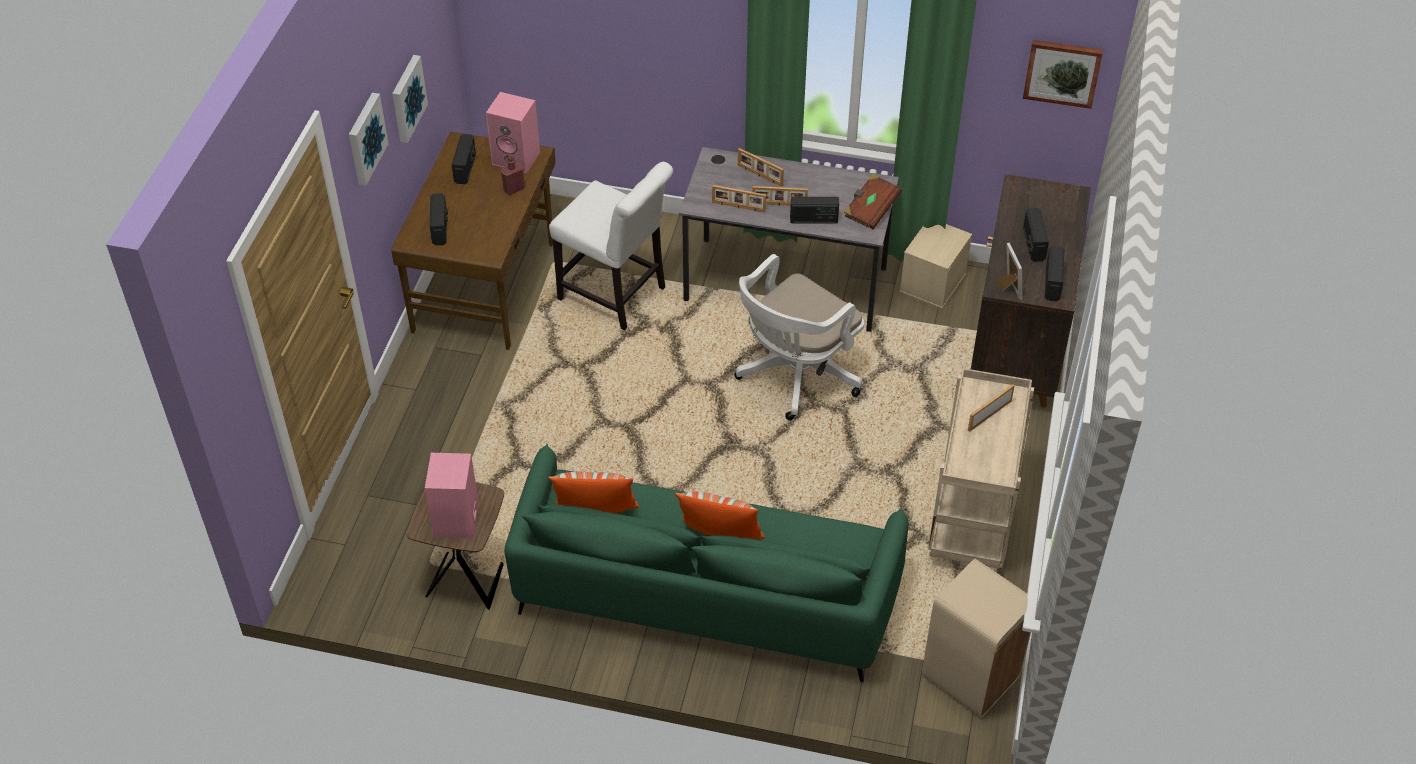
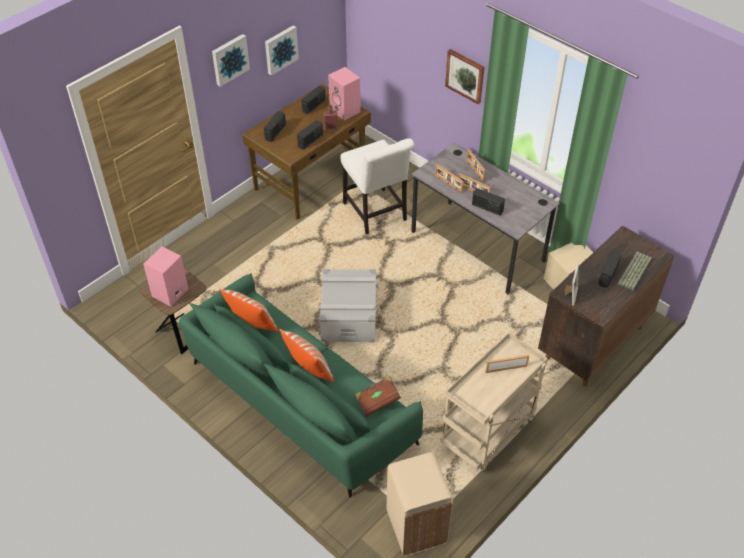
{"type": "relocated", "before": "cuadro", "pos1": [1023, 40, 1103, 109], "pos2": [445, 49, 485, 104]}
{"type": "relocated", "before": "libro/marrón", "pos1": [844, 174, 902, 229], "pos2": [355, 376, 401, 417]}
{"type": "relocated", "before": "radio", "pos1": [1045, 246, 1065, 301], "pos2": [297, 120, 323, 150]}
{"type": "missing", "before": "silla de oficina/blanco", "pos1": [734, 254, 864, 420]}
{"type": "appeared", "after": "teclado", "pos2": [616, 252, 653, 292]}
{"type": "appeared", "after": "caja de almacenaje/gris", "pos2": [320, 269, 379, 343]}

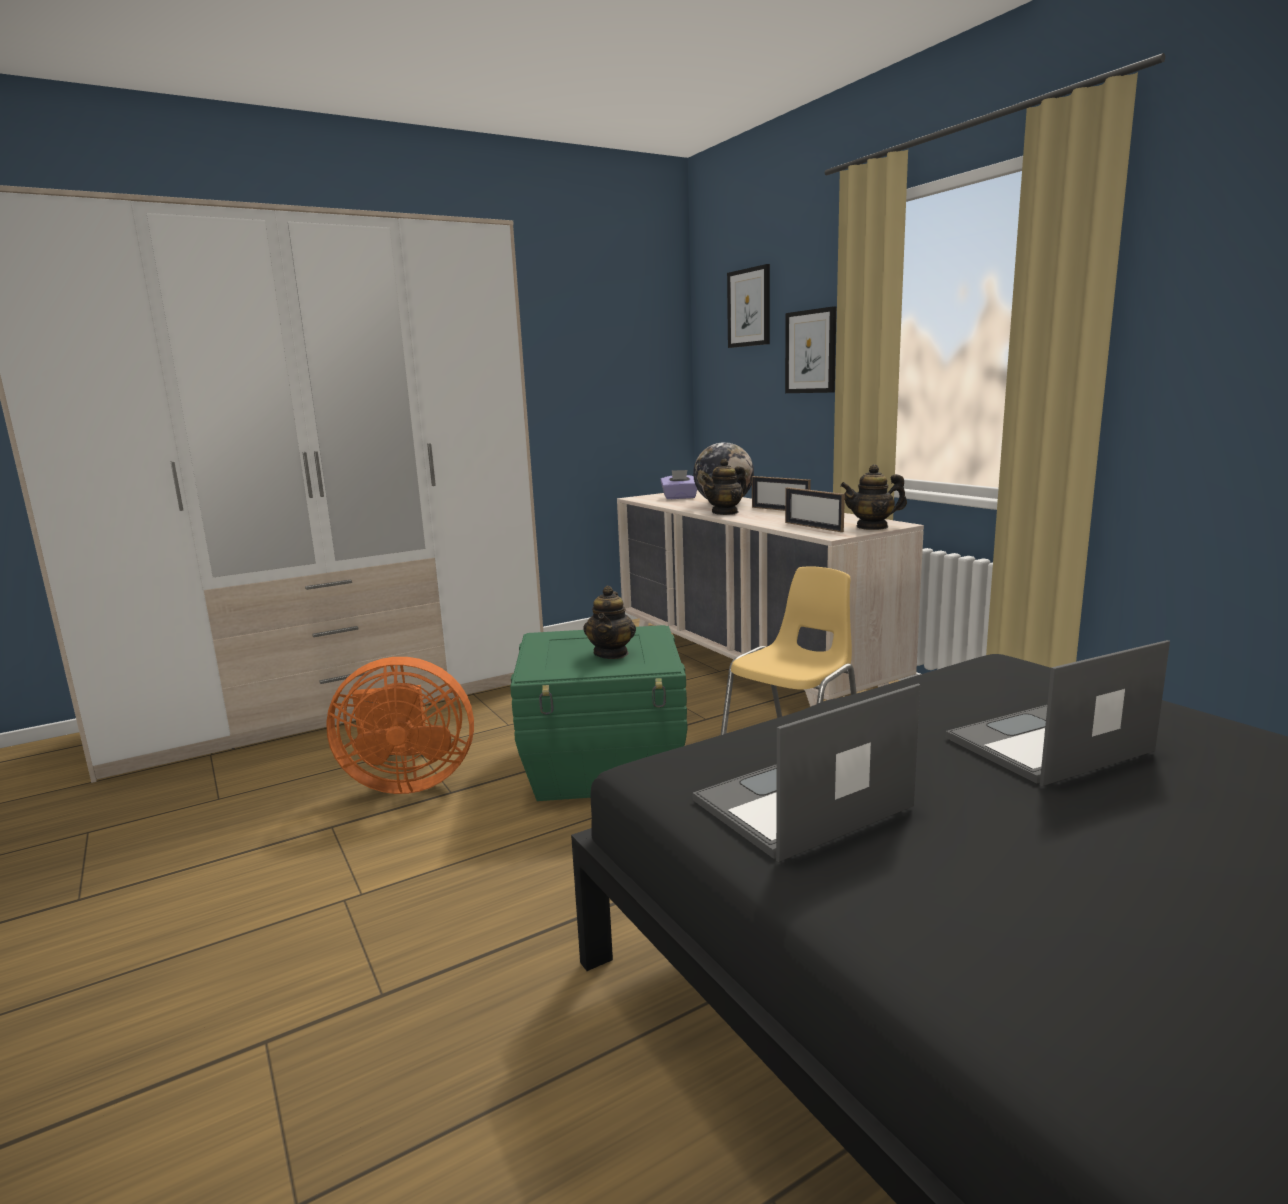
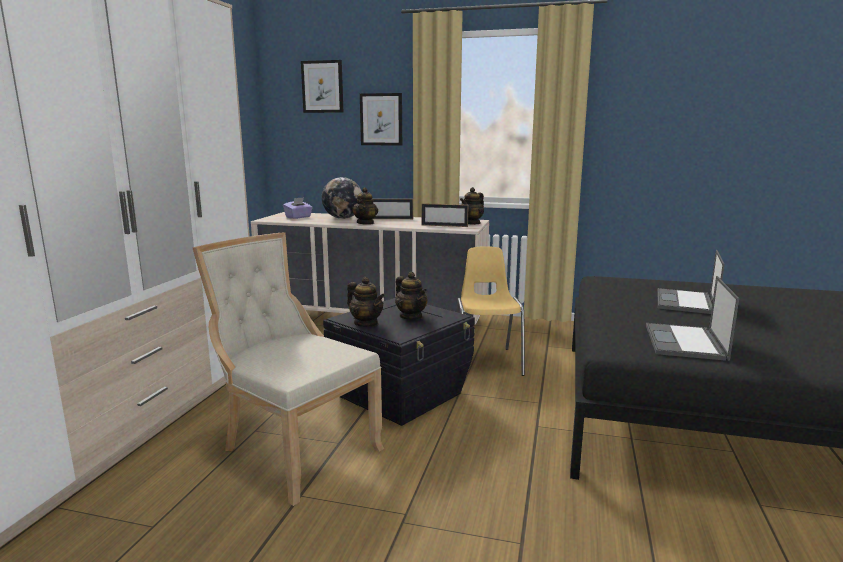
{"type": "colour", "before": "caja de almacenaje/verde", "after": "caja de almacenaje/negro", "pos1": [510, 625, 687, 801], "pos2": [323, 298, 475, 426]}
{"type": "exchanged", "before": "ventilador/naranja", "after": "silla/beis", "pos1": [326, 657, 474, 794], "pos2": [193, 233, 384, 506]}
{"type": "appeared", "after": "tetera", "pos2": [347, 277, 385, 327]}

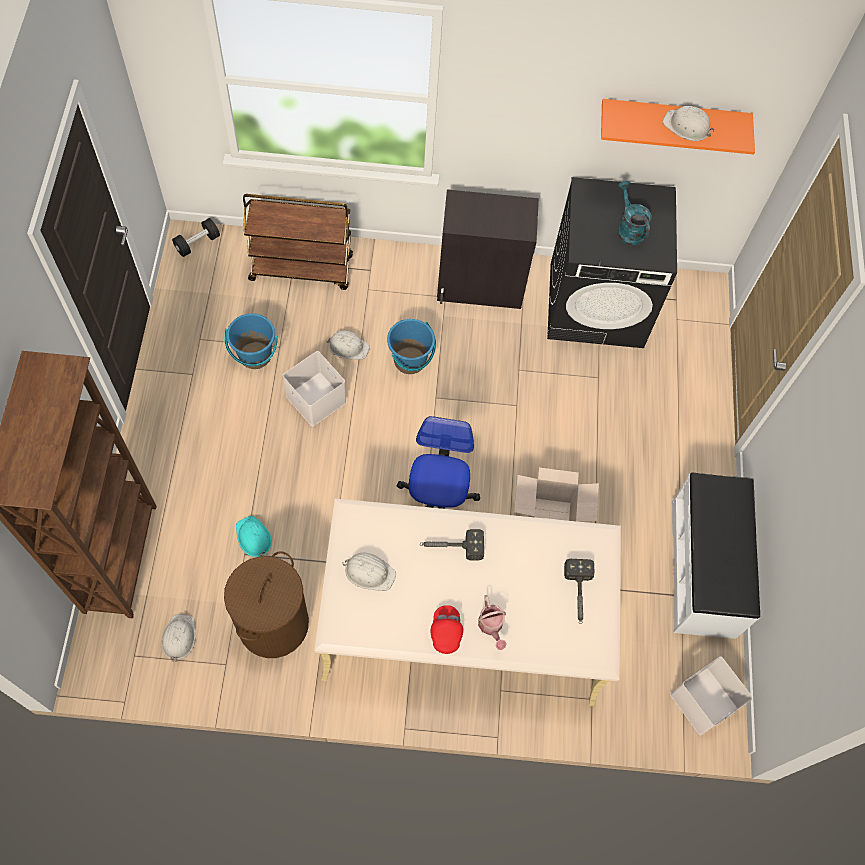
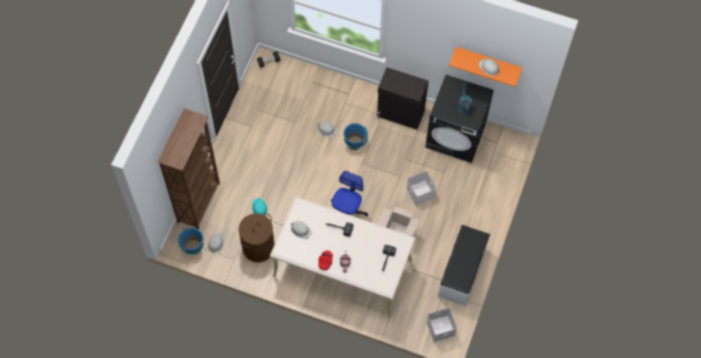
{"type": "missing", "before": "carrito/marrón", "pos1": [243, 194, 353, 290]}
{"type": "relocated", "before": "cubo/azul", "pos1": [225, 313, 278, 369], "pos2": [178, 228, 204, 255]}
{"type": "relocated", "before": "caja de almacenaje/blanco", "pos1": [283, 351, 346, 426], "pos2": [406, 171, 436, 206]}

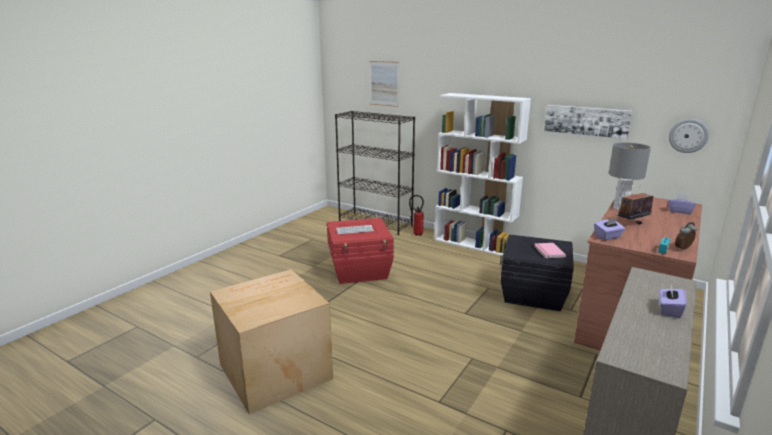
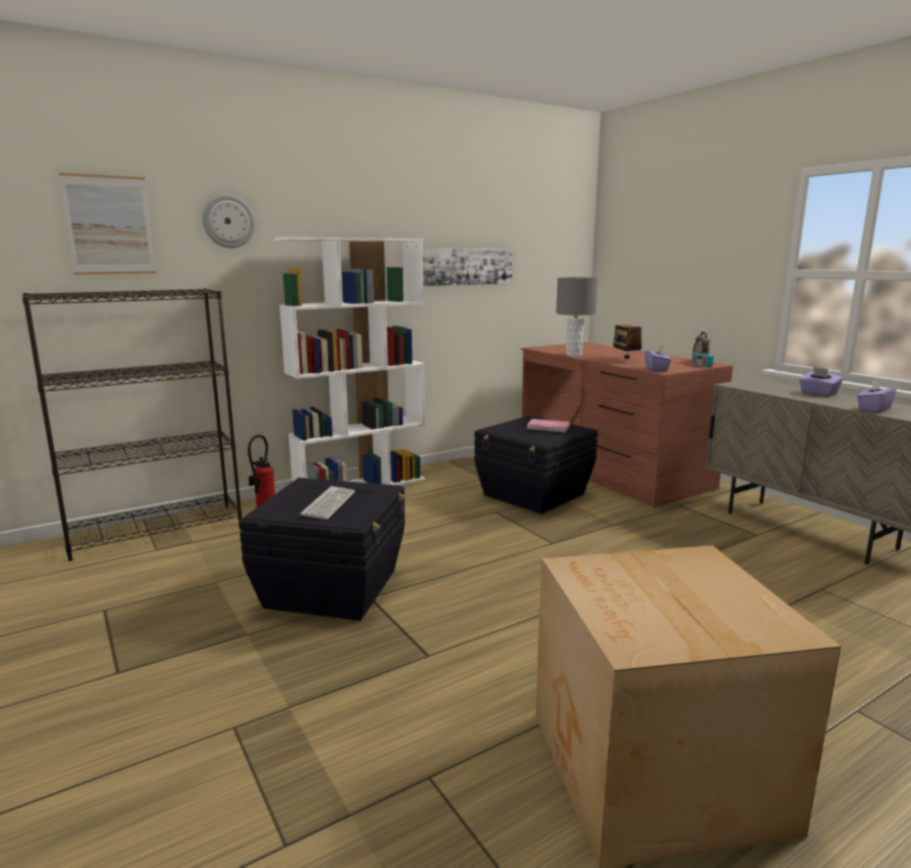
{"type": "relocated", "before": "reloj de pared", "pos1": [669, 119, 709, 153], "pos2": [202, 194, 255, 248]}
{"type": "relocated", "before": "caja de pañuelos/morado", "pos1": [668, 193, 696, 214], "pos2": [857, 379, 896, 413]}
{"type": "colour", "before": "caja de almacenaje/rojo", "after": "caja de almacenaje/negro", "pos1": [327, 218, 394, 284], "pos2": [239, 478, 405, 621]}

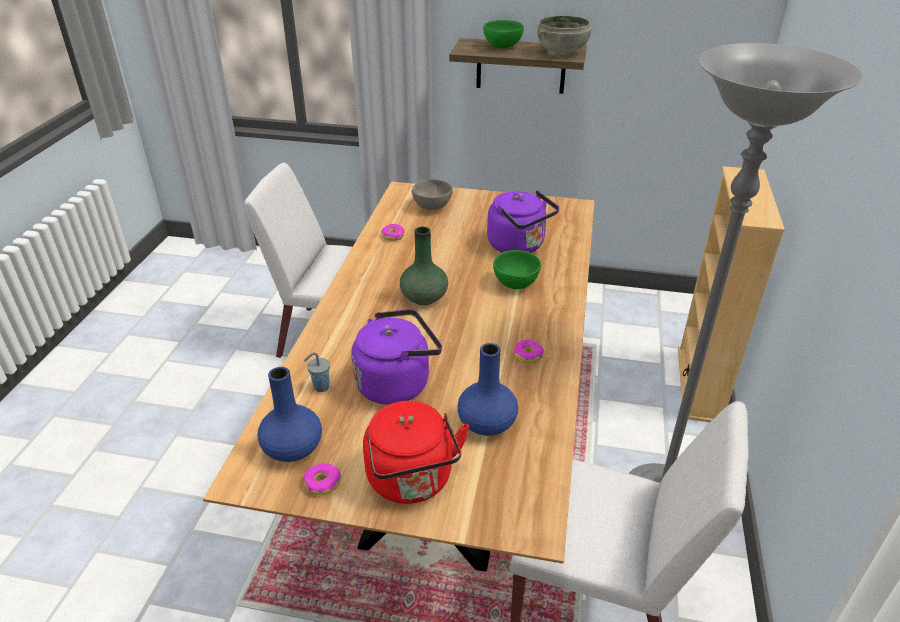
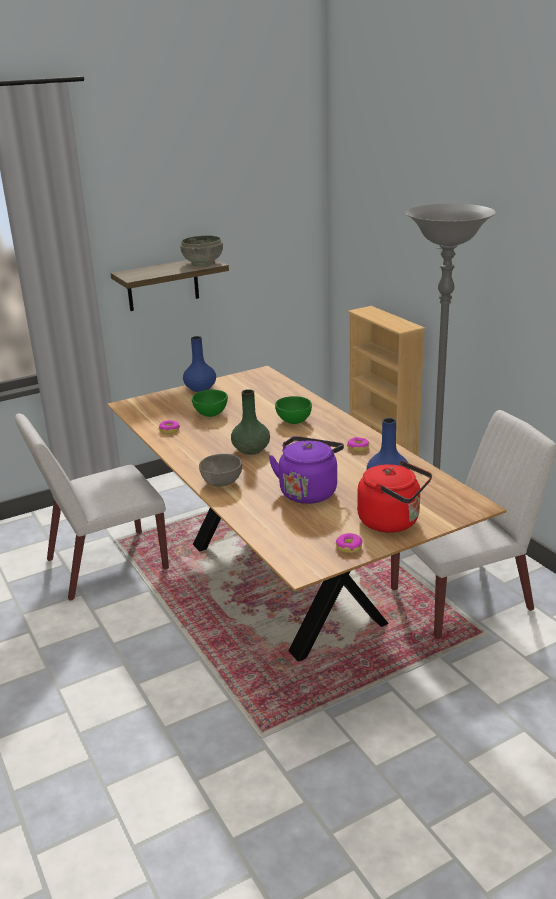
{"type": "relocated", "before": "cuenco/verde", "pos1": [483, 20, 524, 49], "pos2": [192, 390, 228, 417]}
{"type": "relocated", "before": "cuenco/gris", "pos1": [412, 179, 453, 210], "pos2": [199, 454, 242, 486]}
{"type": "missing", "before": "hervidor/morado", "pos1": [487, 190, 559, 253]}
{"type": "missing", "before": "taza/gris", "pos1": [304, 352, 330, 392]}
{"type": "relocated", "before": "florero/azul", "pos1": [258, 367, 322, 462], "pos2": [183, 336, 216, 392]}

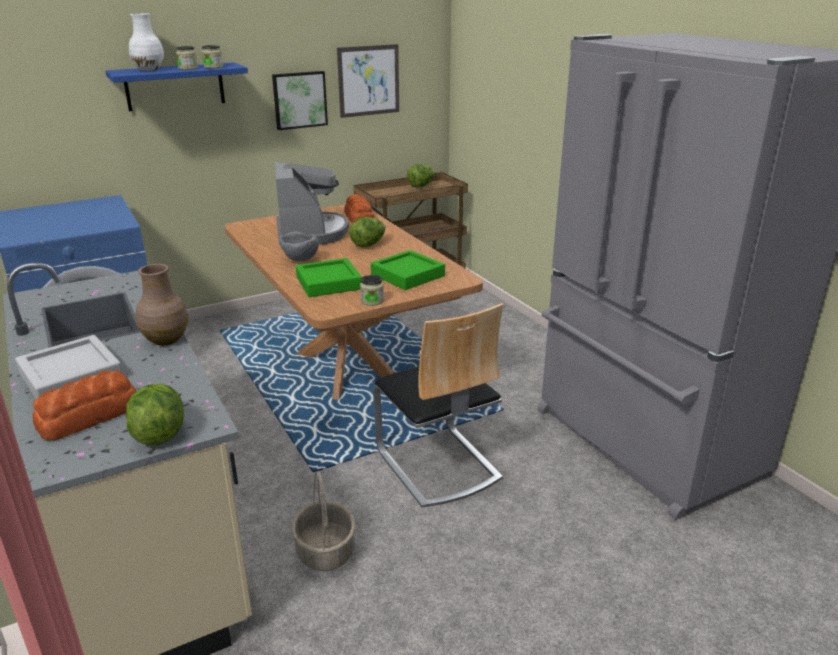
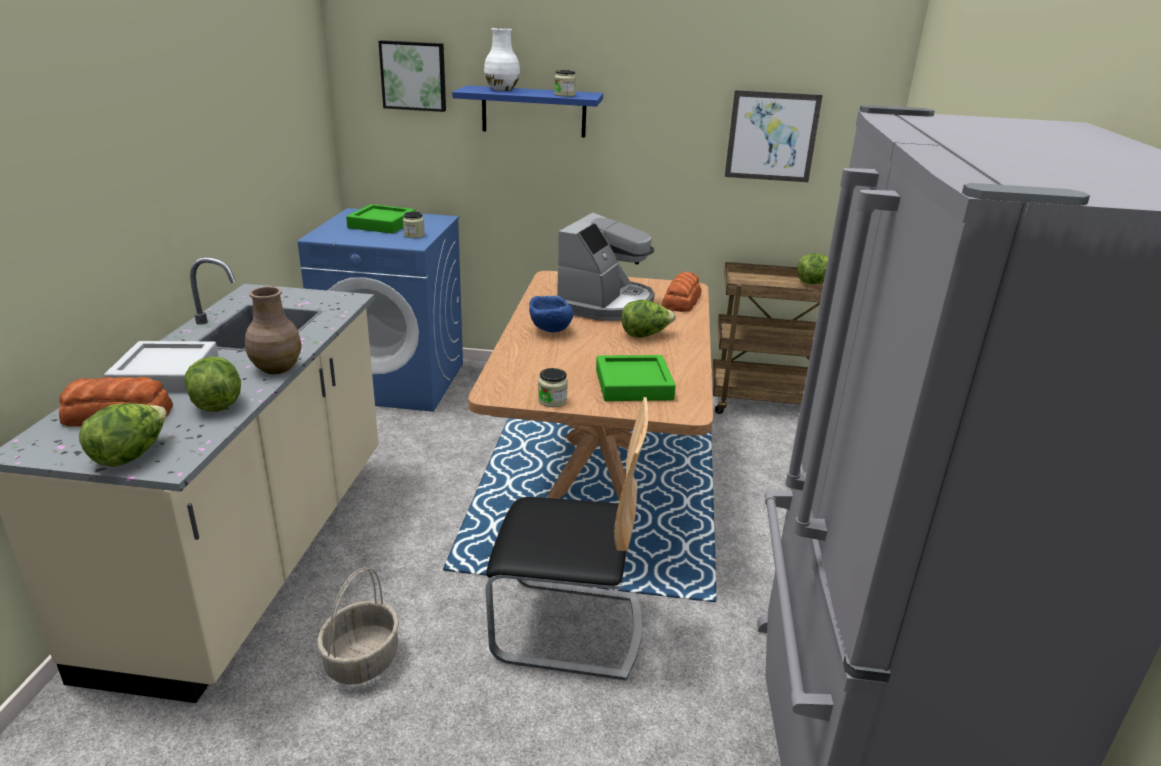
{"type": "relocated", "before": "tarro", "pos1": [176, 46, 198, 70], "pos2": [403, 211, 425, 238]}
{"type": "relocated", "before": "cuadro", "pos1": [272, 71, 328, 130], "pos2": [379, 40, 446, 112]}
{"type": "colour", "before": "cuenco/gris", "after": "cuenco/azul", "pos1": [279, 231, 319, 261], "pos2": [529, 296, 573, 332]}
{"type": "relocated", "before": "bandeja/verde", "pos1": [296, 258, 362, 297], "pos2": [346, 204, 415, 234]}
{"type": "spun", "before": "silla", "pos1": [373, 303, 503, 508], "pos2": [485, 397, 648, 680], "turn": -90}
{"type": "appeared", "after": "lechuga", "pos2": [185, 357, 241, 412]}

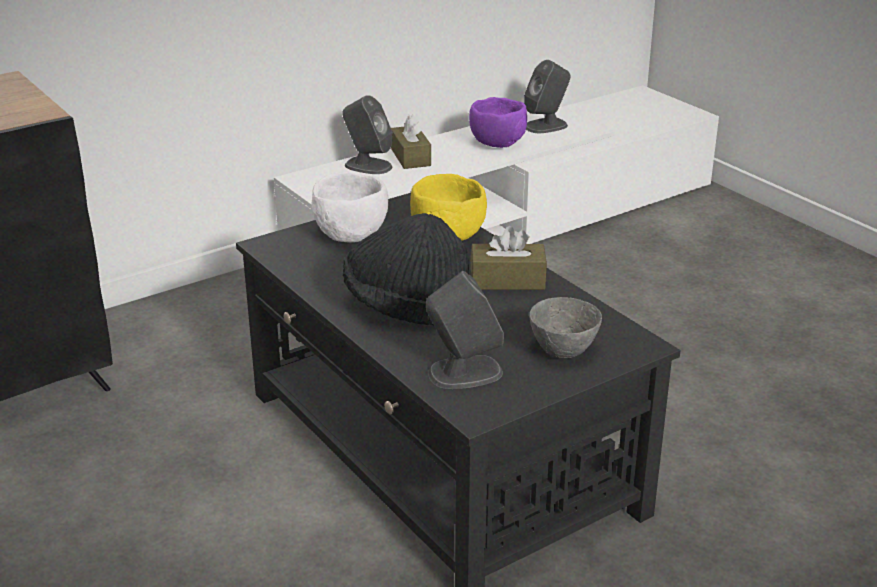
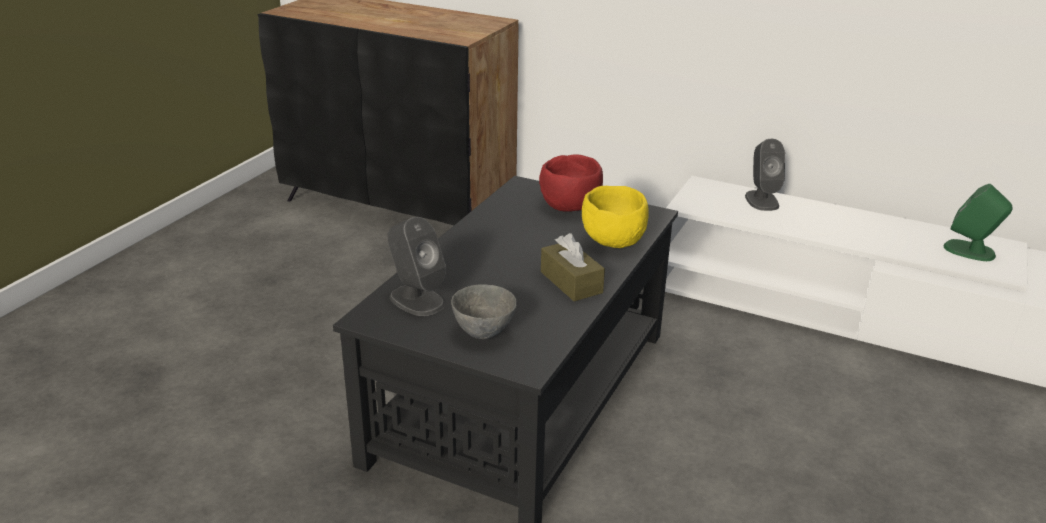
{"type": "colour", "before": "altavoz/gris", "after": "altavoz/verde", "pos1": [524, 60, 571, 133], "pos2": [944, 184, 1013, 261]}
{"type": "missing", "before": "cuenco/morado", "pos1": [469, 97, 527, 148]}
{"type": "missing", "before": "caja de pañuelos/marrón", "pos1": [391, 114, 431, 169]}
{"type": "colour", "before": "cuenco/blanco", "after": "cuenco/rojo", "pos1": [312, 171, 388, 243], "pos2": [539, 155, 603, 212]}
{"type": "missing", "before": "sombrero/negro", "pos1": [343, 213, 469, 326]}

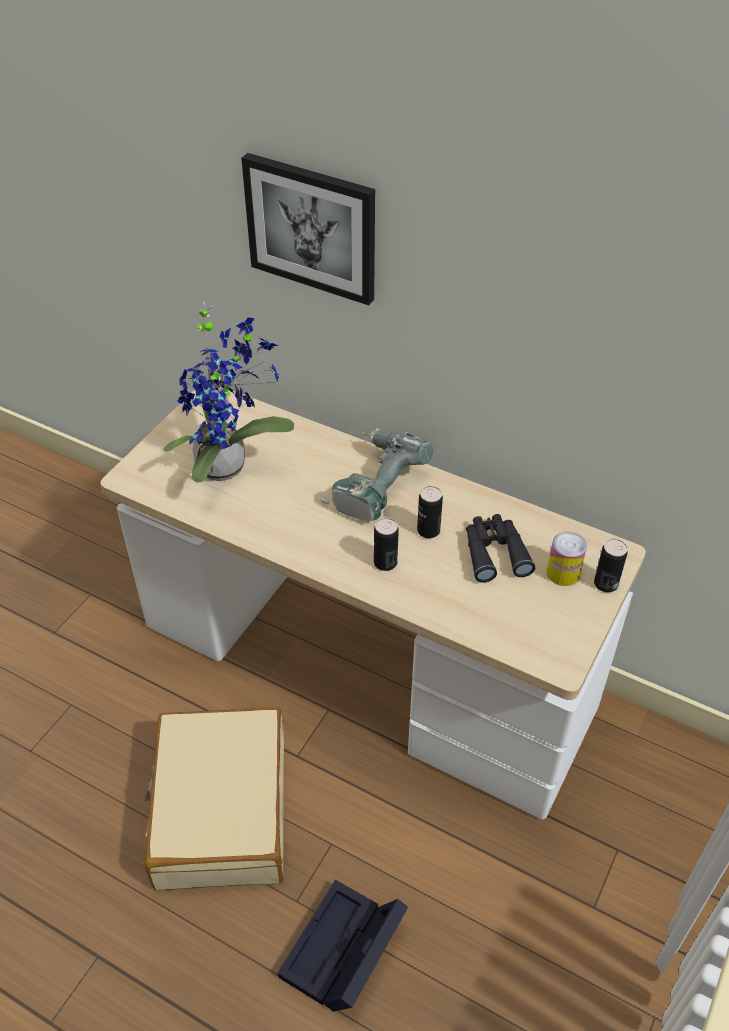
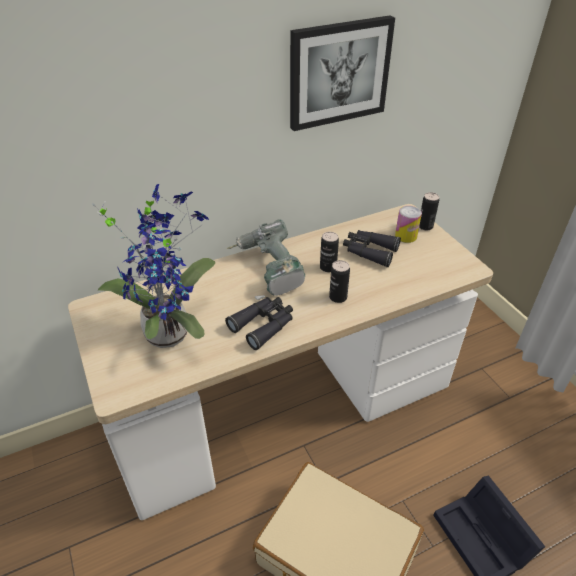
{"type": "relocated", "before": "cuadro", "pos1": [241, 153, 375, 305], "pos2": [290, 15, 395, 131]}
{"type": "appeared", "after": "prismáticos/negro", "pos2": [225, 297, 293, 350]}

